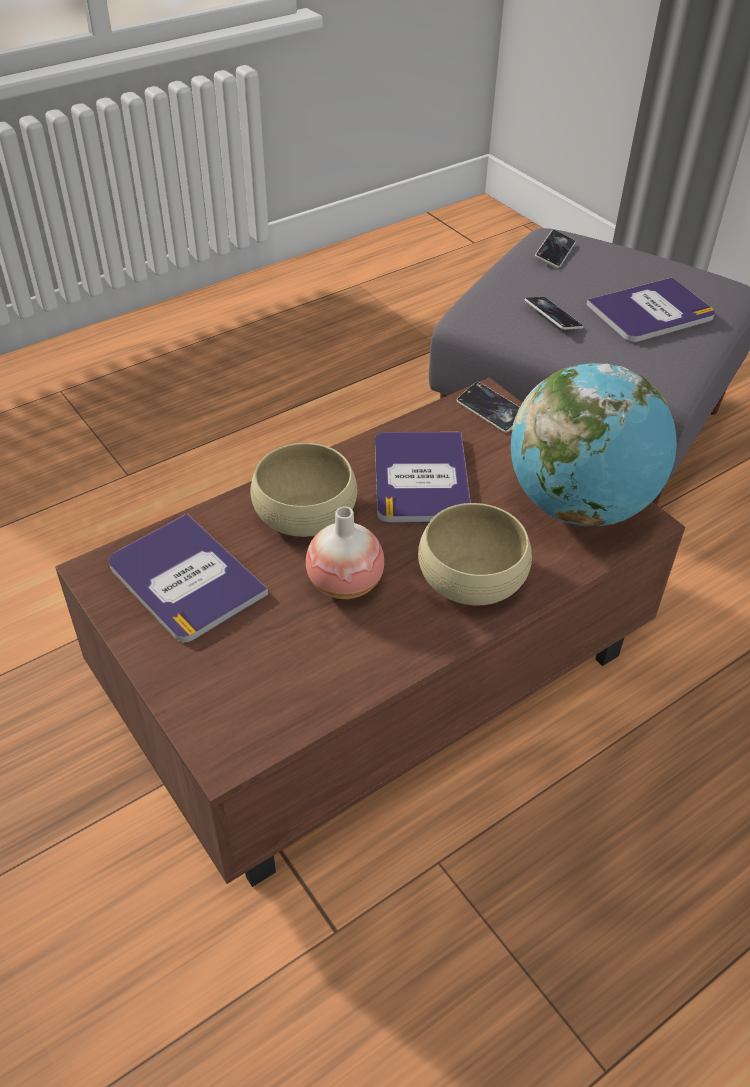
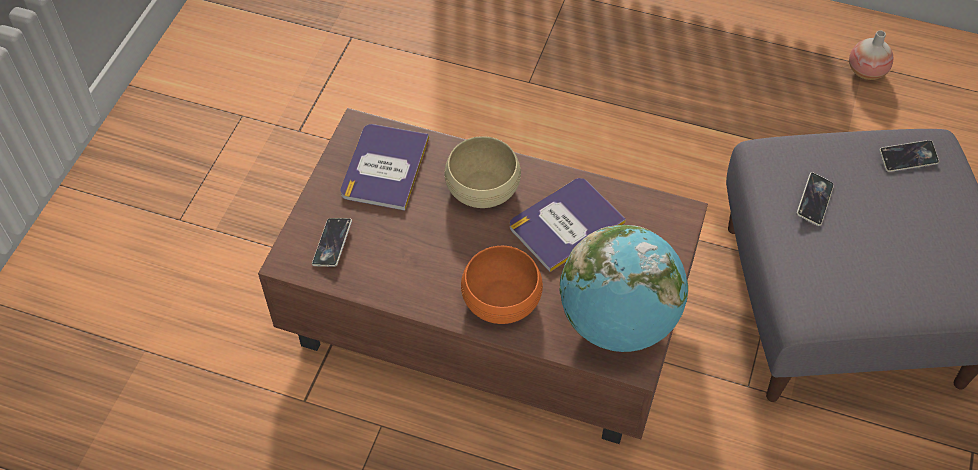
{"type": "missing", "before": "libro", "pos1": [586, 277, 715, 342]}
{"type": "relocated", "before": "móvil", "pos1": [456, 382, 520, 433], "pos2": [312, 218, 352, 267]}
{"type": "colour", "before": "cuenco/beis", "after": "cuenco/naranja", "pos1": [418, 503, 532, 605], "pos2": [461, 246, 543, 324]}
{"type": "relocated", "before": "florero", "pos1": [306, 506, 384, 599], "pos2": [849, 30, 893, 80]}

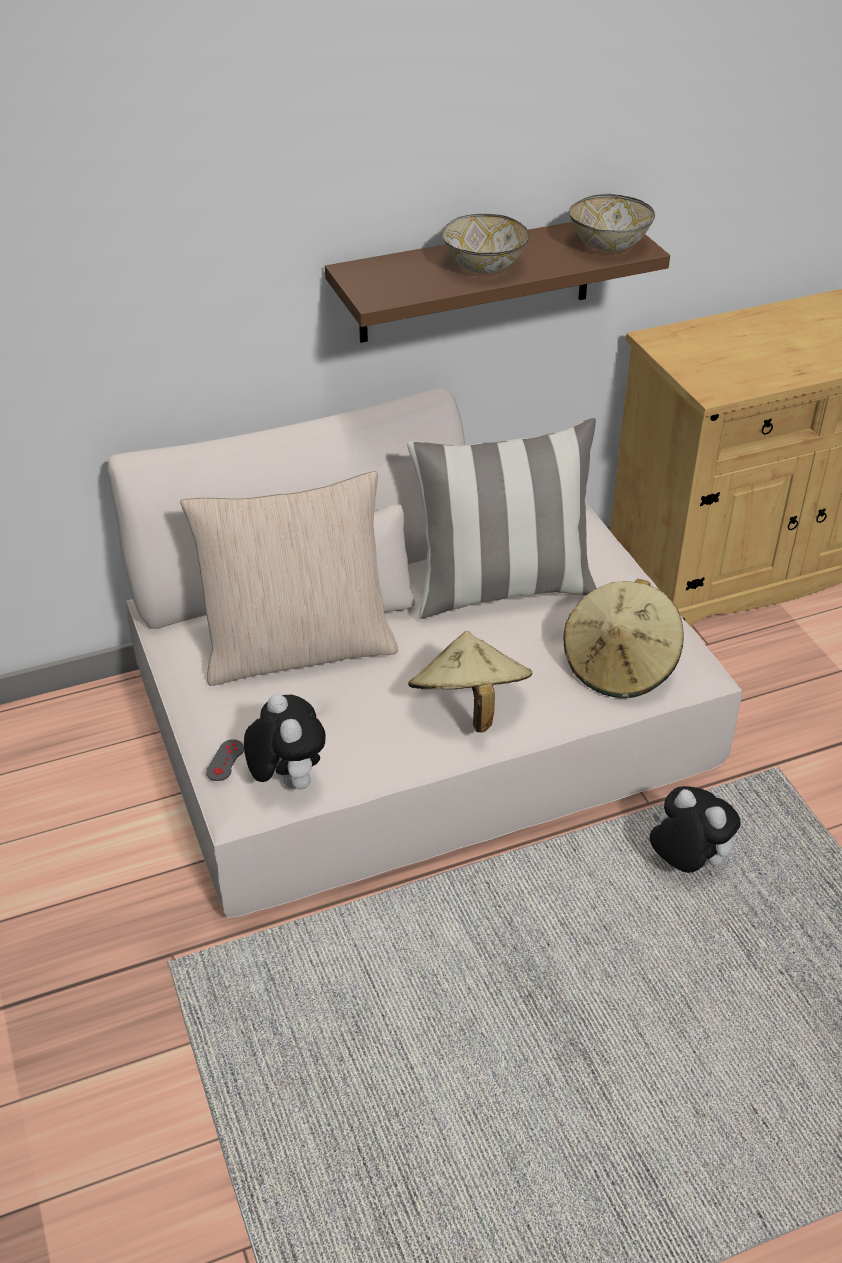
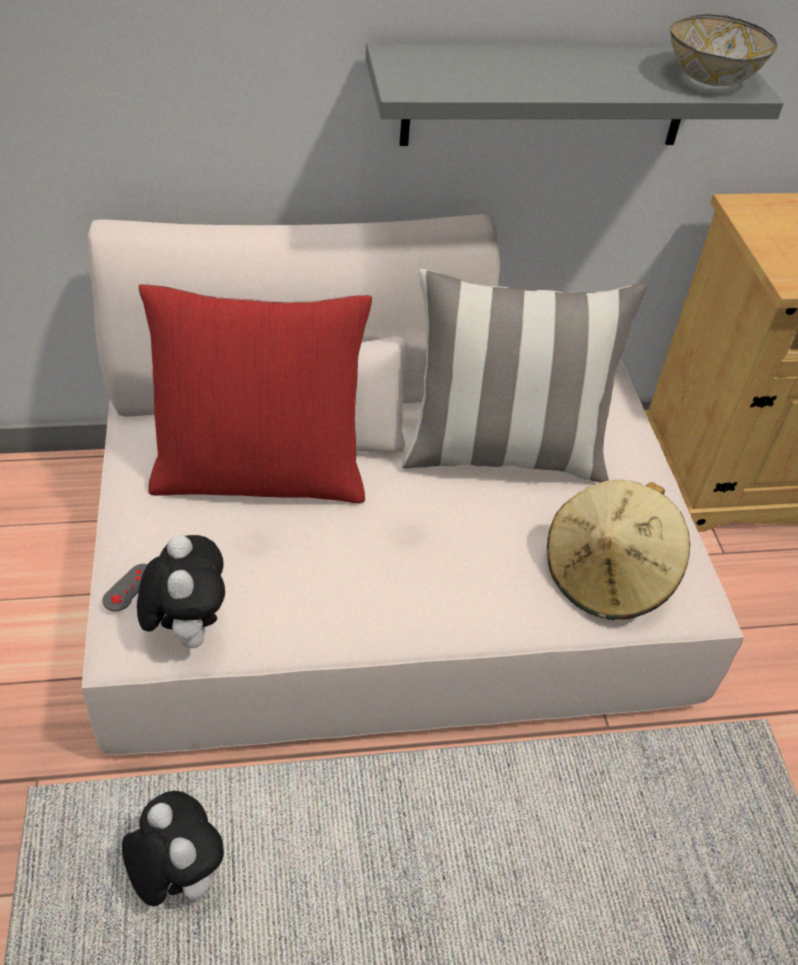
{"type": "missing", "before": "cuenco", "pos1": [442, 214, 529, 274]}
{"type": "colour", "before": "estante/marrón", "after": "estante/gris", "pos1": [325, 222, 670, 343], "pos2": [366, 43, 784, 146]}
{"type": "colour", "before": "cojín/beis", "after": "cojín/rojo", "pos1": [180, 471, 398, 686], "pos2": [139, 284, 372, 503]}
{"type": "missing", "before": "sombrero/beis", "pos1": [408, 631, 532, 732]}
{"type": "relocated", "before": "peluche", "pos1": [650, 786, 741, 873], "pos2": [122, 791, 224, 906]}

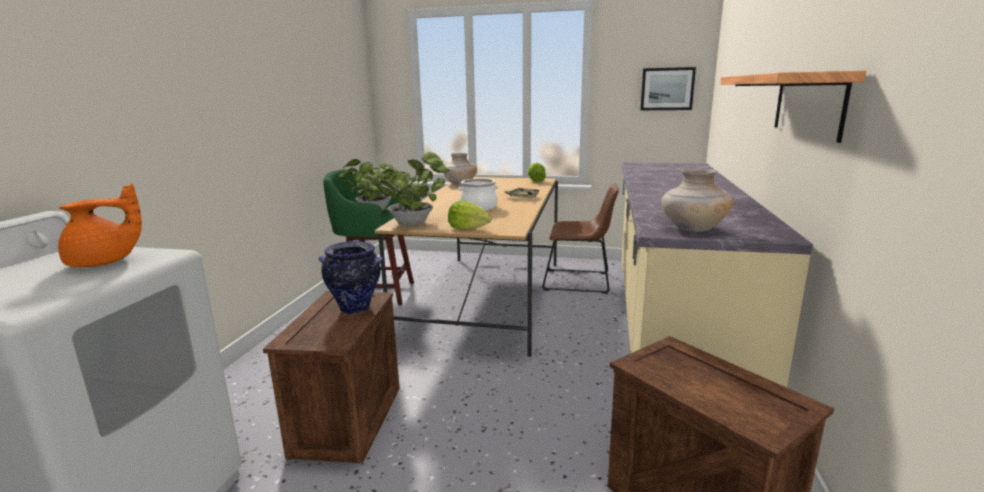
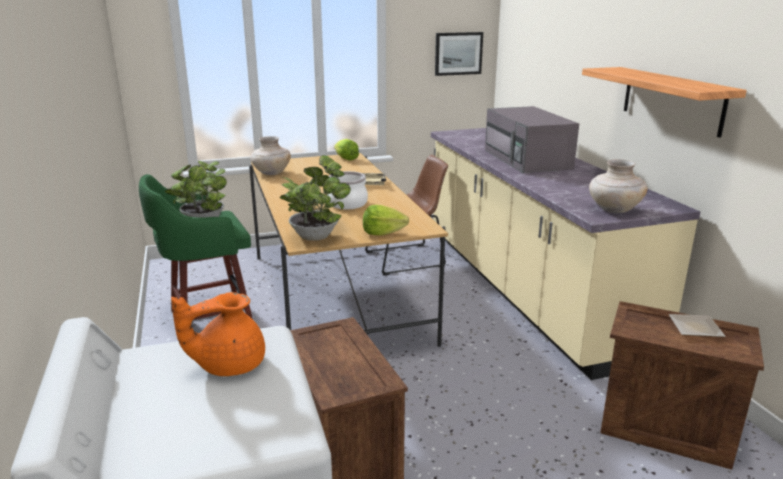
{"type": "spun", "before": "tetera/naranja", "pos1": [58, 183, 142, 267], "pos2": [171, 292, 265, 376], "turn": -150}
{"type": "missing", "before": "florero", "pos1": [319, 241, 383, 314]}
{"type": "appeared", "after": "microondas/gris", "pos2": [485, 106, 579, 174]}
{"type": "appeared", "after": "plato", "pos2": [668, 314, 726, 337]}

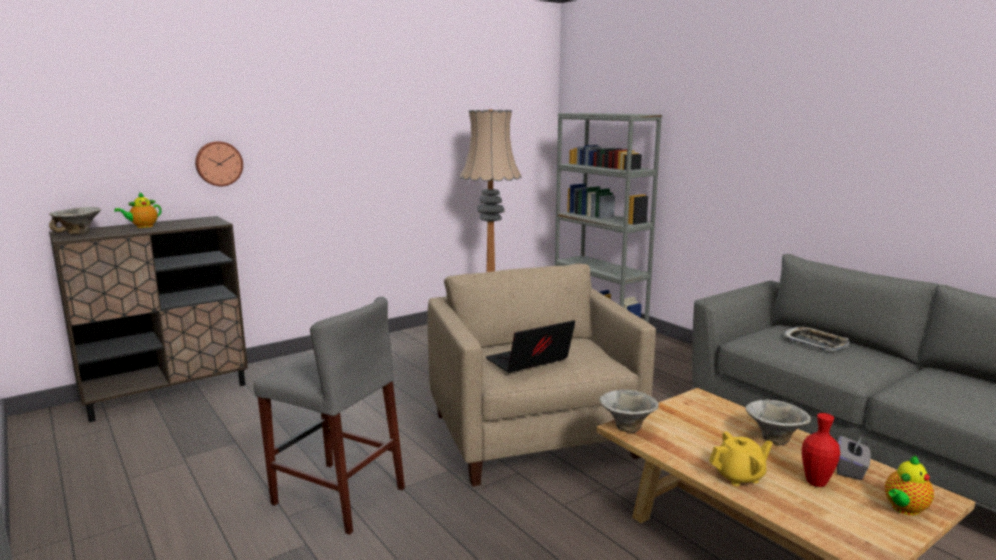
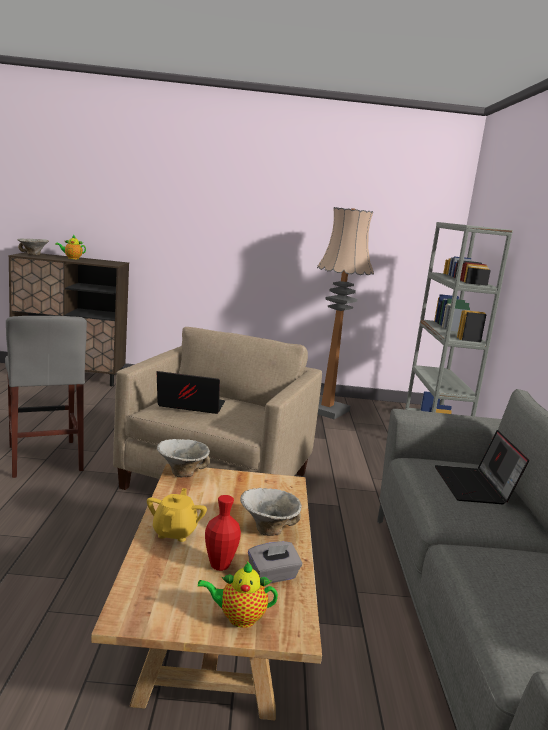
{"type": "missing", "before": "reloj de pared", "pos1": [195, 141, 243, 186]}
{"type": "exchanged", "before": "bandeja", "after": "portátil", "pos1": [784, 326, 849, 351], "pos2": [435, 430, 529, 504]}
{"type": "spun", "before": "tetera/amarillo", "pos1": [709, 431, 773, 486], "pos2": [147, 488, 207, 542], "turn": -105}

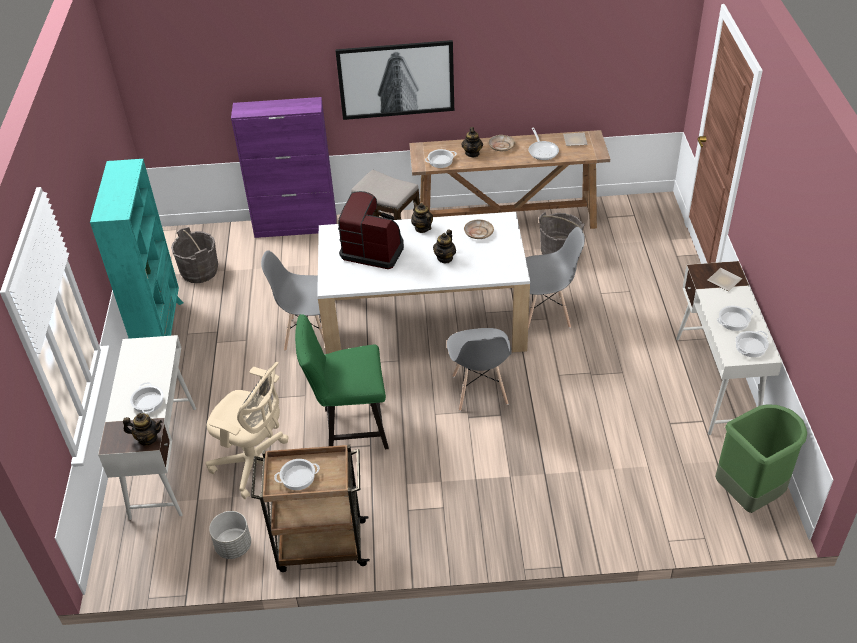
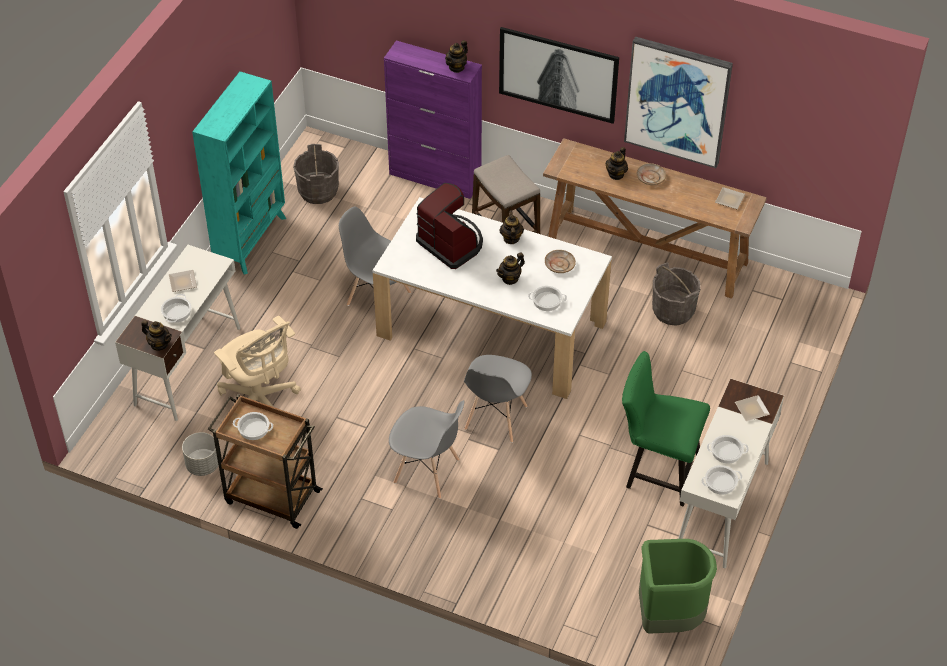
{"type": "missing", "before": "sartén", "pos1": [529, 128, 559, 160]}
{"type": "relocated", "before": "olla", "pos1": [425, 149, 457, 168], "pos2": [528, 286, 567, 311]}
{"type": "relocated", "before": "silla/gris", "pos1": [526, 227, 585, 329], "pos2": [389, 400, 464, 499]}
{"type": "relocated", "before": "silla/verde", "pos1": [295, 314, 389, 449], "pos2": [622, 351, 710, 507]}
{"type": "appeared", "after": "cuadro", "pos2": [624, 36, 733, 168]}
{"type": "appeared", "after": "tetera", "pos2": [445, 40, 468, 73]}
{"type": "appeared", "after": "plato", "pos2": [169, 270, 197, 292]}

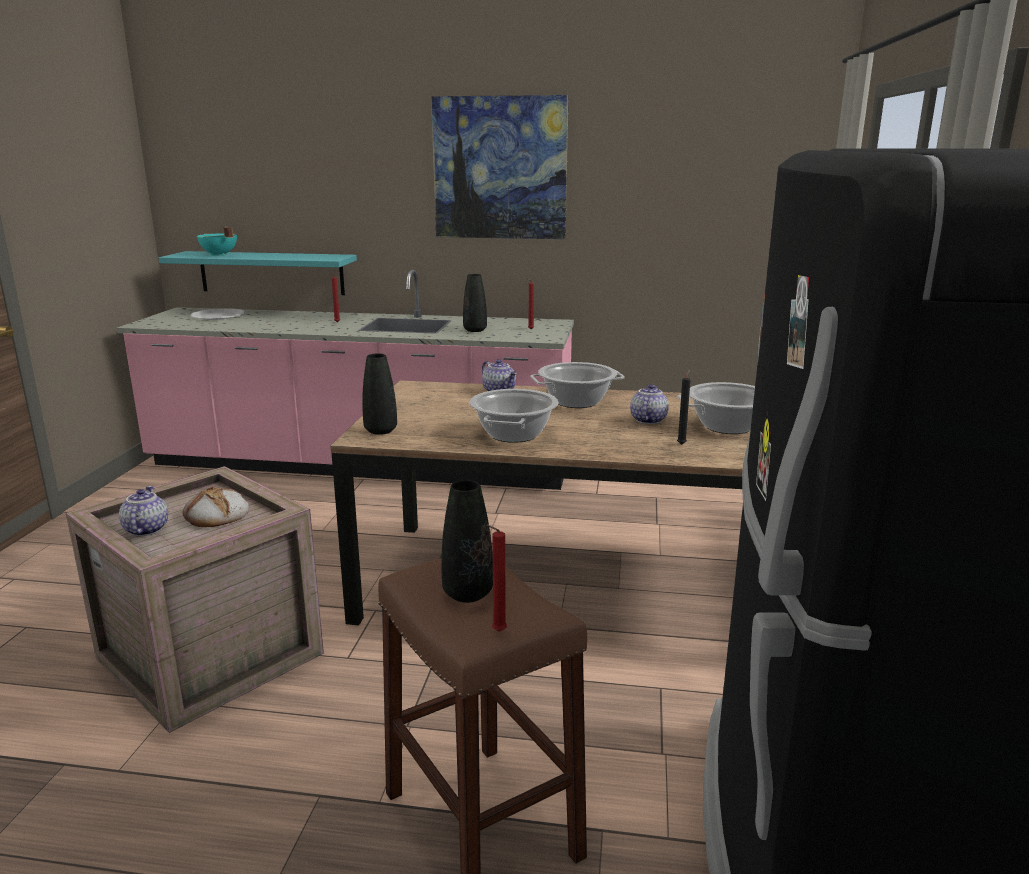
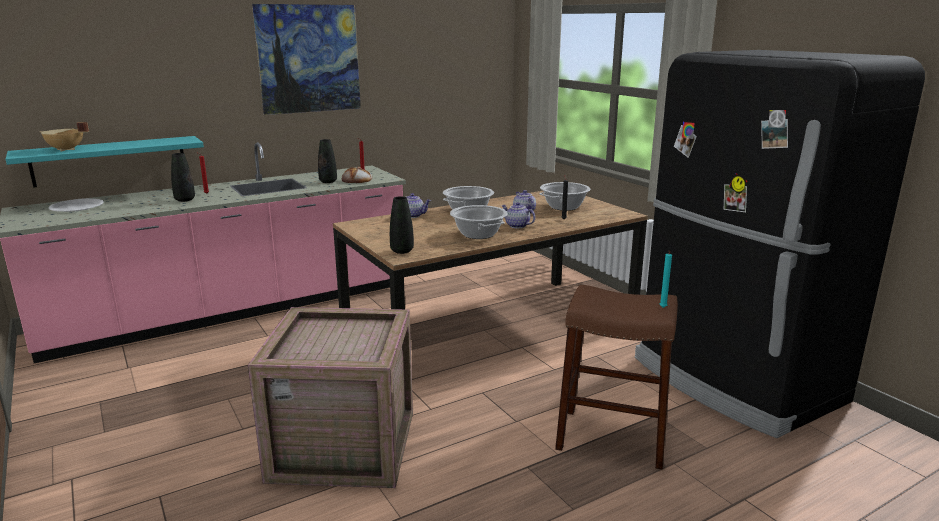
{"type": "colour", "before": "olla/turquesa", "after": "olla/beis", "pos1": [197, 227, 237, 256], "pos2": [40, 122, 89, 151]}
{"type": "relocated", "before": "florero/negro", "pos1": [441, 480, 493, 603], "pos2": [171, 153, 195, 202]}
{"type": "relocated", "before": "tetera", "pos1": [119, 486, 168, 536], "pos2": [501, 202, 535, 228]}
{"type": "relocated", "before": "pan", "pos1": [183, 486, 249, 527], "pos2": [342, 166, 372, 183]}
{"type": "colour", "before": "vela/rojo", "after": "vela/turquesa", "pos1": [486, 525, 507, 632], "pos2": [660, 250, 672, 308]}

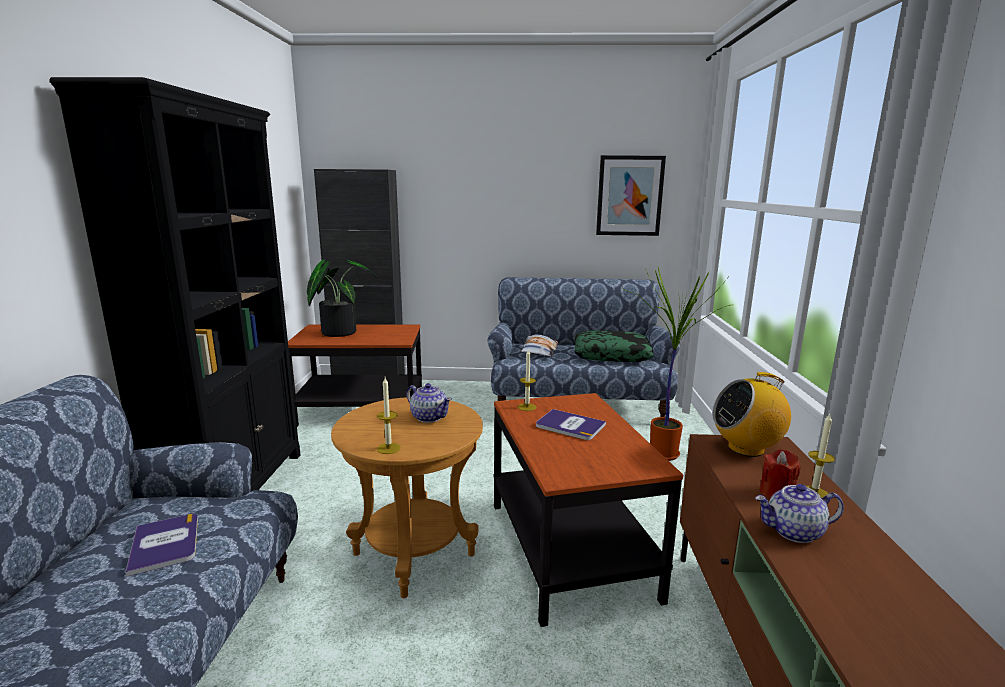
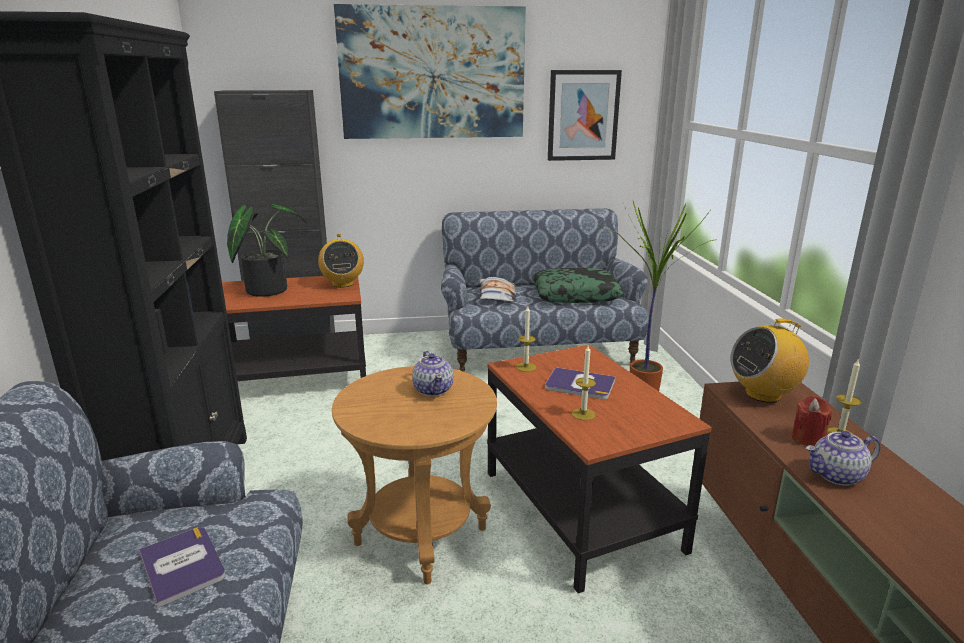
{"type": "relocated", "before": "vela", "pos1": [377, 378, 401, 454], "pos2": [572, 345, 596, 421]}
{"type": "spun", "before": "tetera", "pos1": [407, 383, 452, 423], "pos2": [412, 351, 453, 396], "turn": 45}
{"type": "appeared", "after": "cuadro", "pos2": [334, 4, 526, 139]}
{"type": "appeared", "after": "radio", "pos2": [318, 233, 364, 288]}

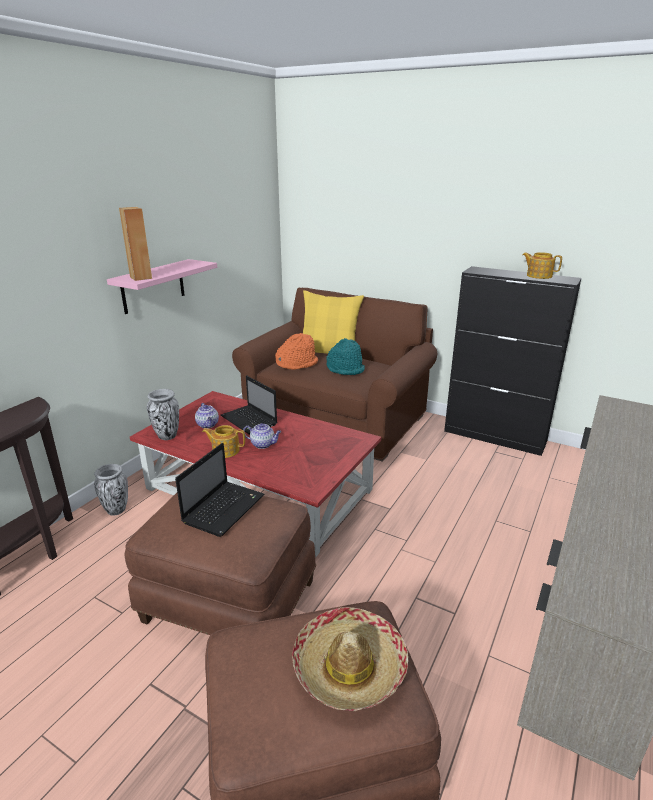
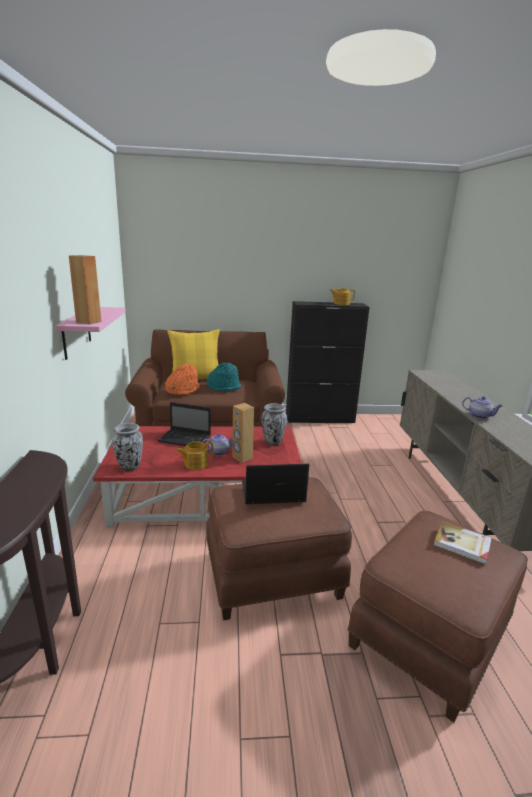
{"type": "relocated", "before": "tetera", "pos1": [195, 403, 219, 428], "pos2": [462, 396, 503, 419]}
{"type": "spun", "before": "portátil", "pos1": [175, 443, 264, 537], "pos2": [242, 464, 309, 504], "turn": -90}
{"type": "relocated", "before": "florero", "pos1": [94, 464, 128, 516], "pos2": [262, 403, 287, 446]}
{"type": "exchanged", "before": "sombrero", "after": "libro", "pos1": [292, 607, 408, 711], "pos2": [434, 521, 491, 564]}
{"type": "appeared", "after": "altavoz/marrón", "pos2": [232, 403, 254, 463]}

